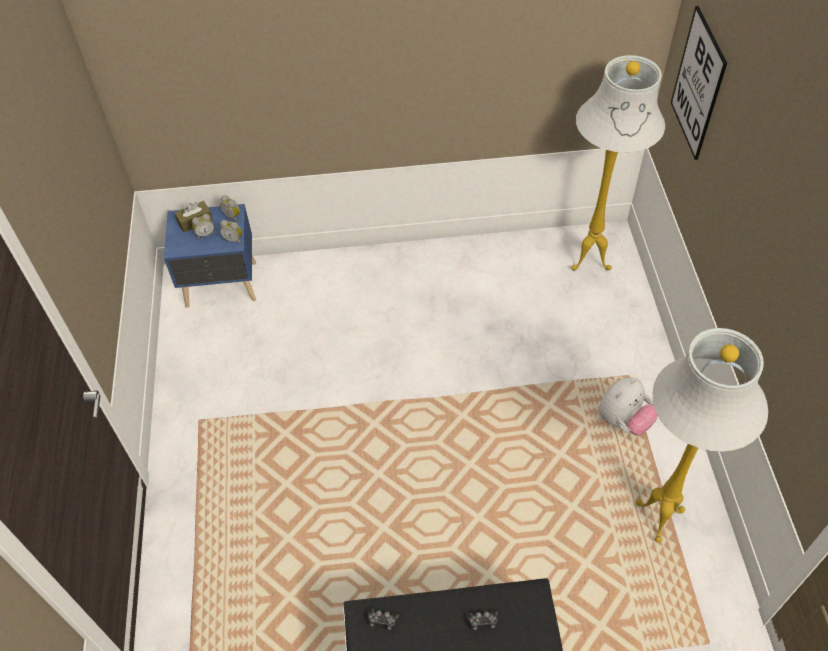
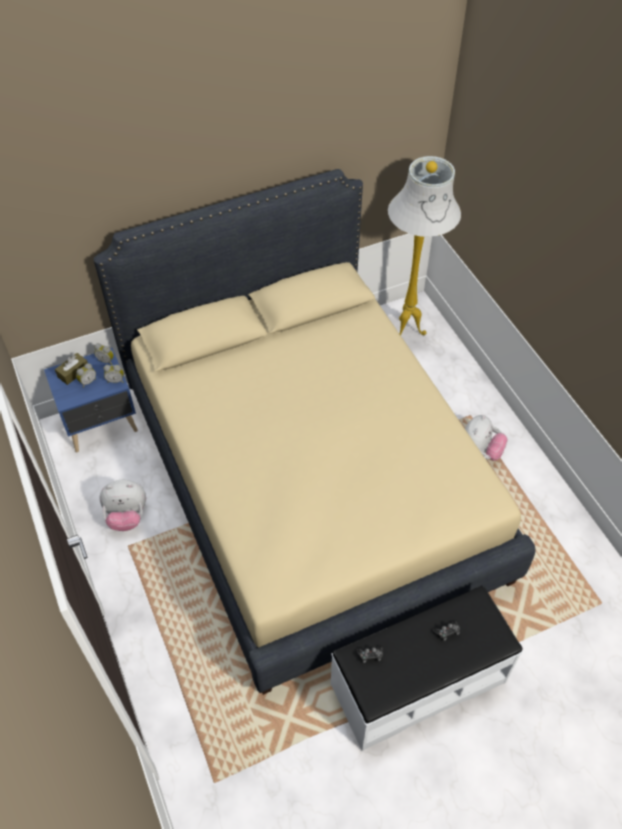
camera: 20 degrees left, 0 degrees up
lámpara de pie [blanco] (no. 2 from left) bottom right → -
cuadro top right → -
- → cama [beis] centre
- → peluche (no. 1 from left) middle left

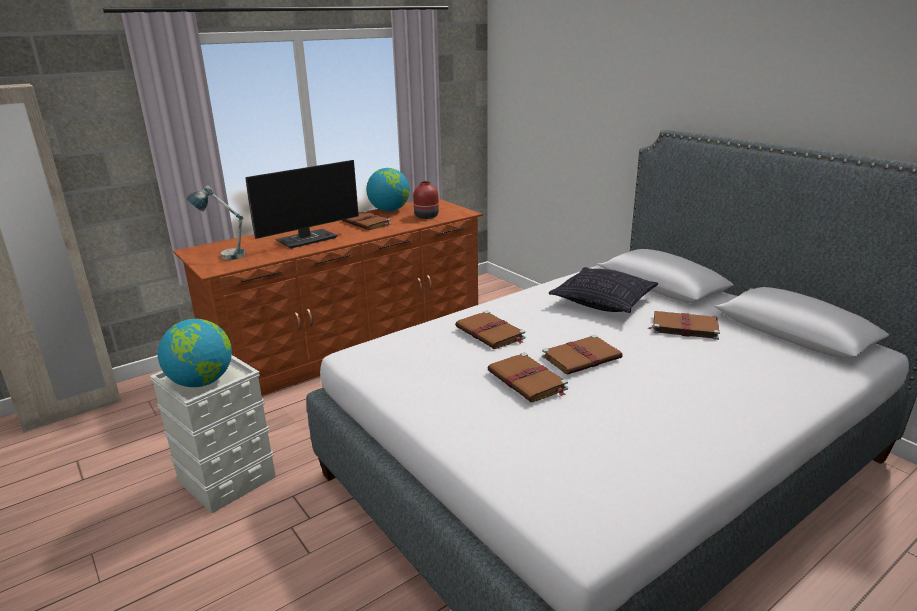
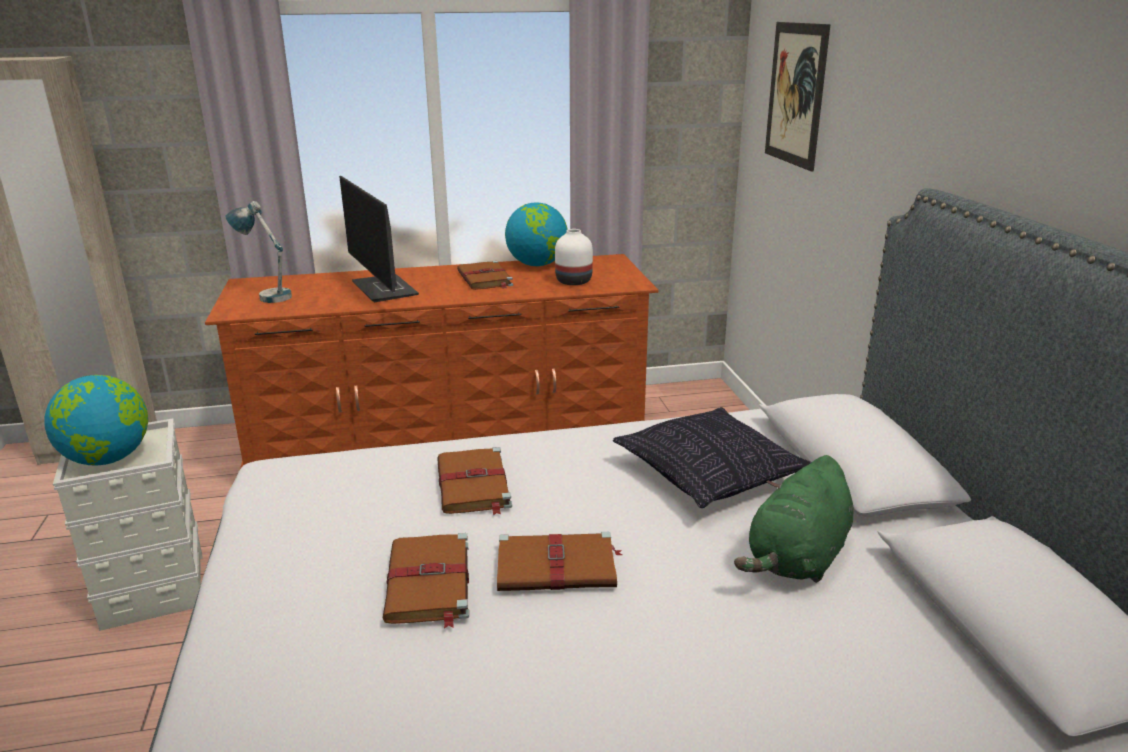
camera: 25 degrees right, 0 degrees up
monitor middle left → monitor top centre, 75 degrees clockwise
florero [rojo] top centre → florero [blanco] centre
libro [marrón] (no. 5 from left) middle right → peluche [verde] bottom right
- → cuadro top right

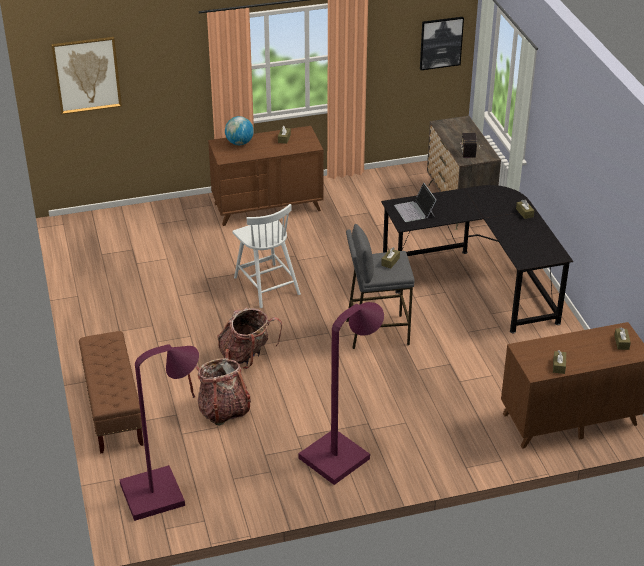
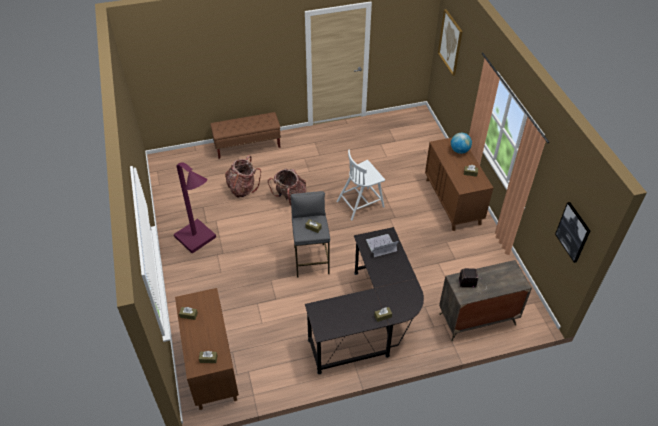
camera: 90 degrees right, 10 degrees up
lámpara de pie [morado] (no. 1 from left) bottom left → -

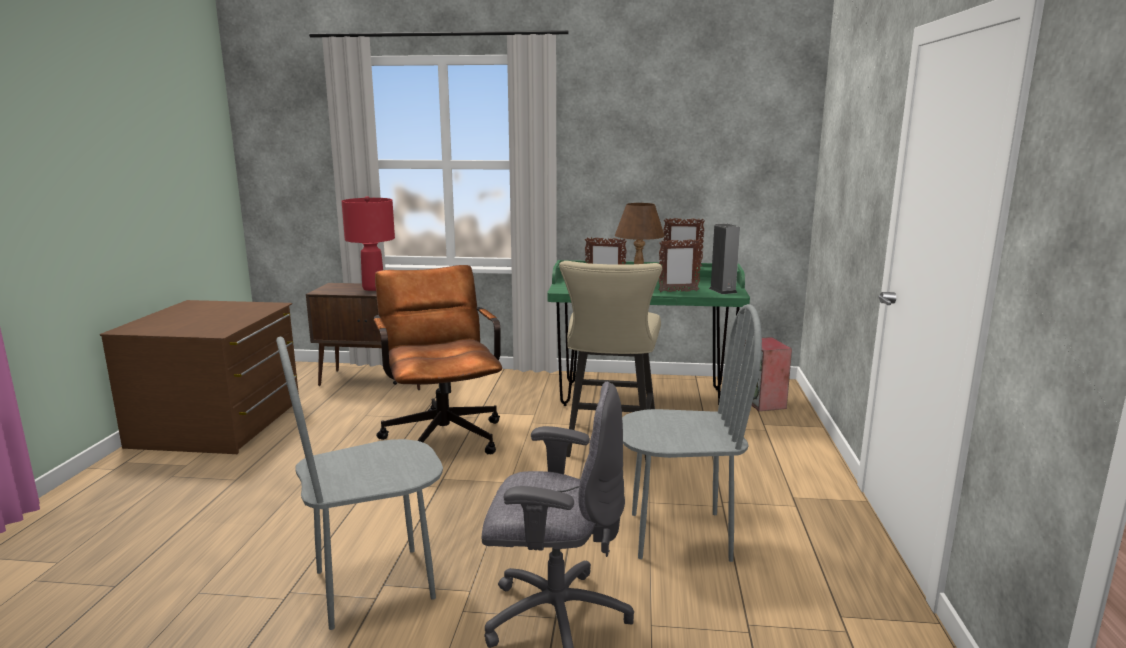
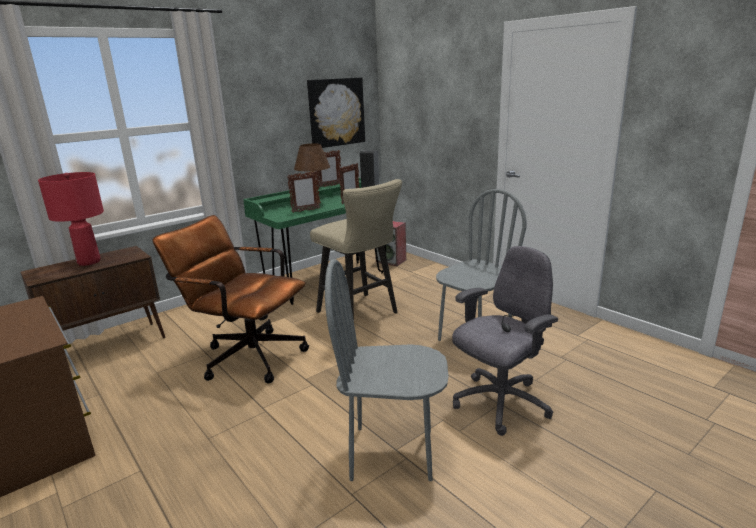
camera: 45 degrees left, 5 degrees up
silla [gris] (no. 1 from left) bottom left → silla [gris] (no. 1 from left) bottom centre, 75 degrees clockwise
- → cuadro top centre

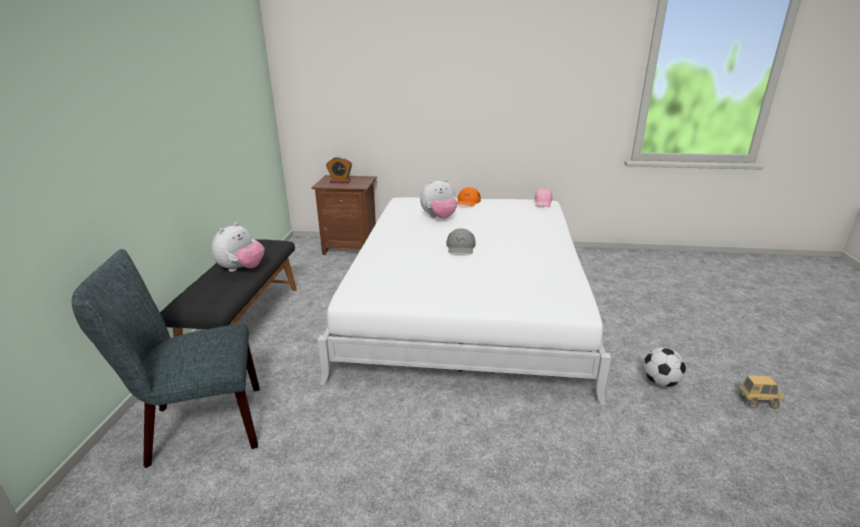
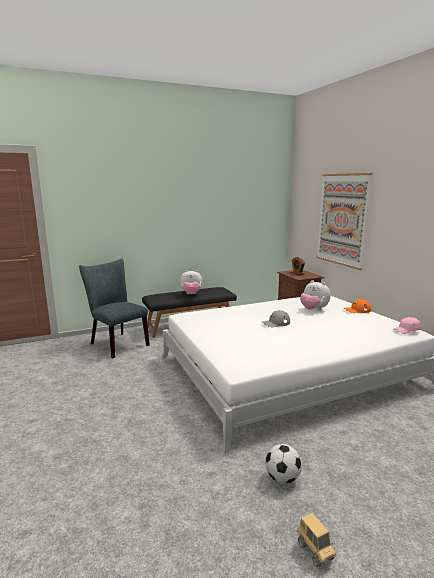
camera: 60 degrees right, 10 degrees down
- → cuadro middle right

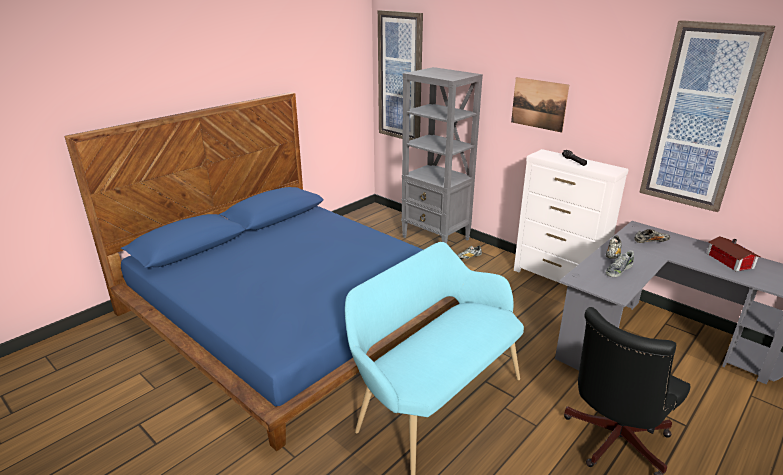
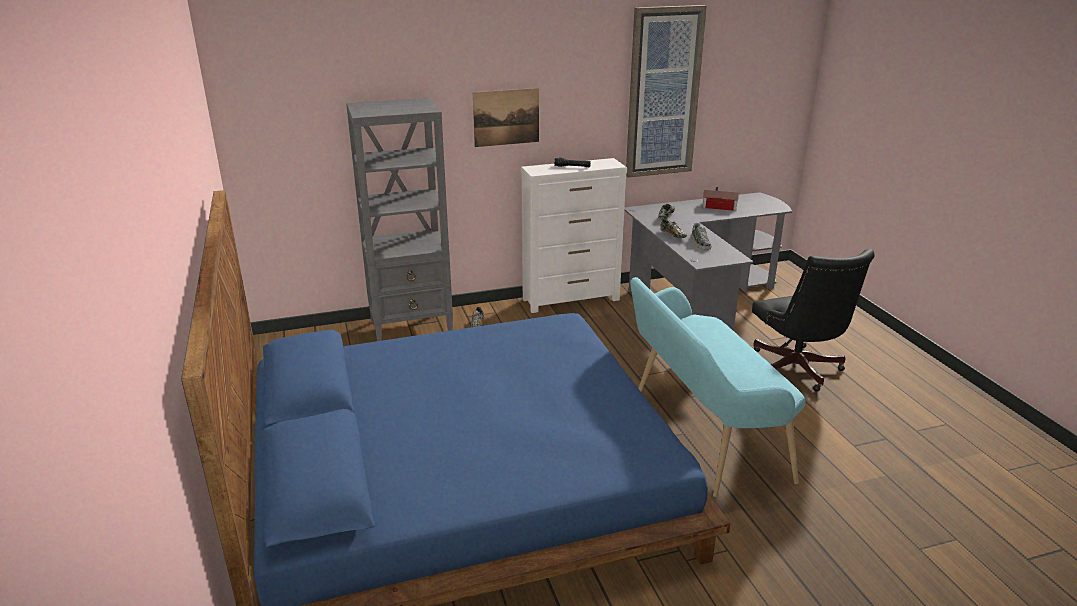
camera: 60 degrees left, 0 degrees up
cuadro (no. 1 from left) top centre → -

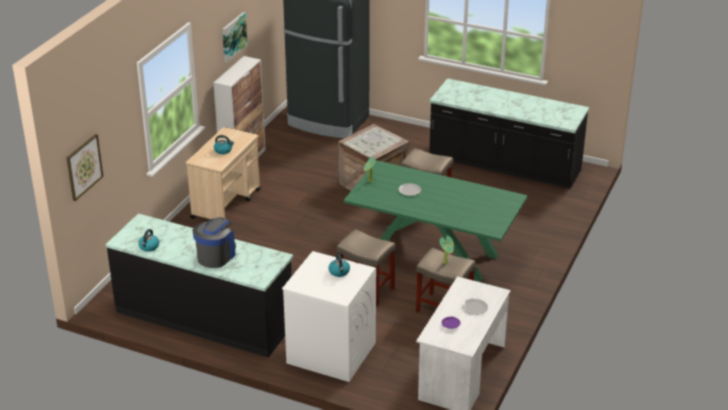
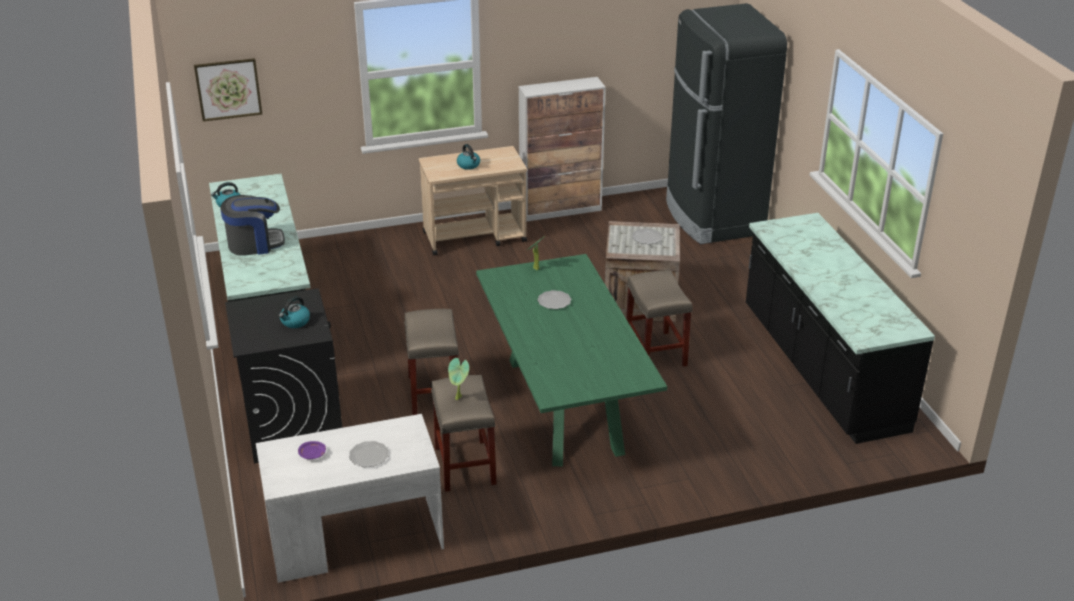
camera: 50 degrees right, 0 degrees up
cuadro (no. 2 from left) top left → -
lavadora [blanco] bottom centre → lavadora [negro] middle left

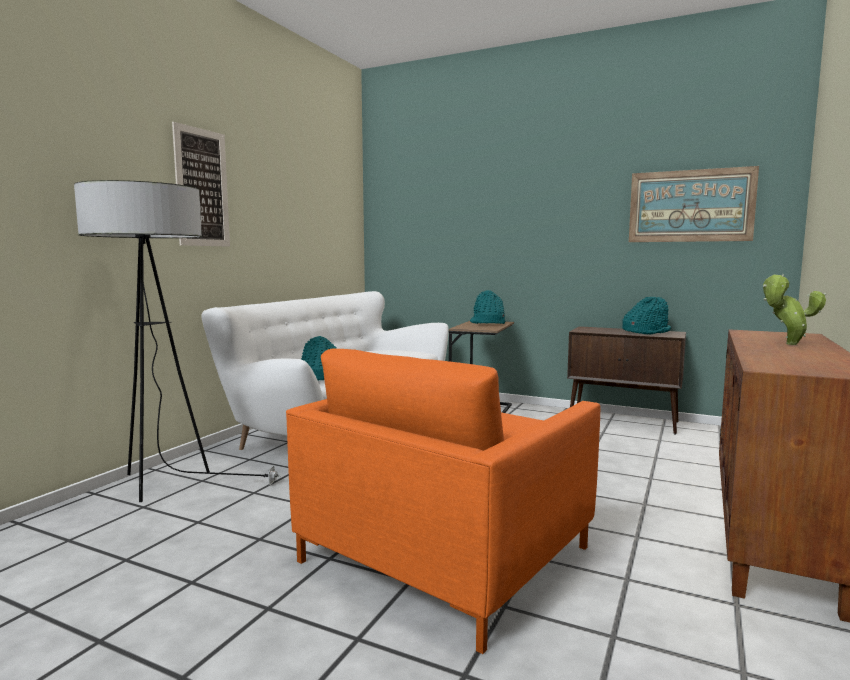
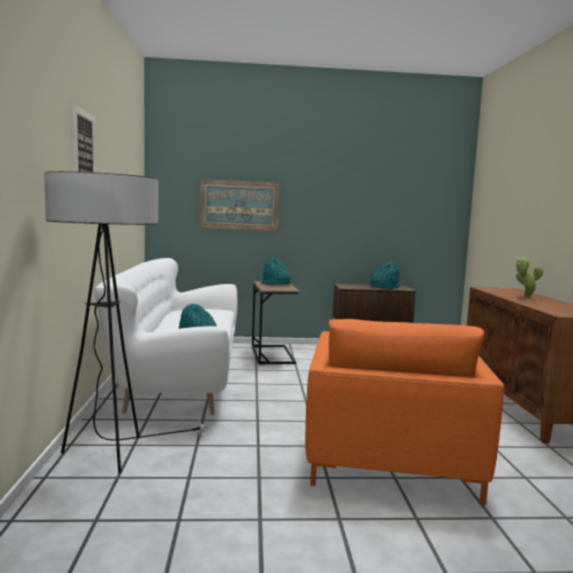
camera: 30 degrees left, 0 degrees up
cuadro (no. 2 from left) top right → cuadro (no. 2 from left) centre, shifted

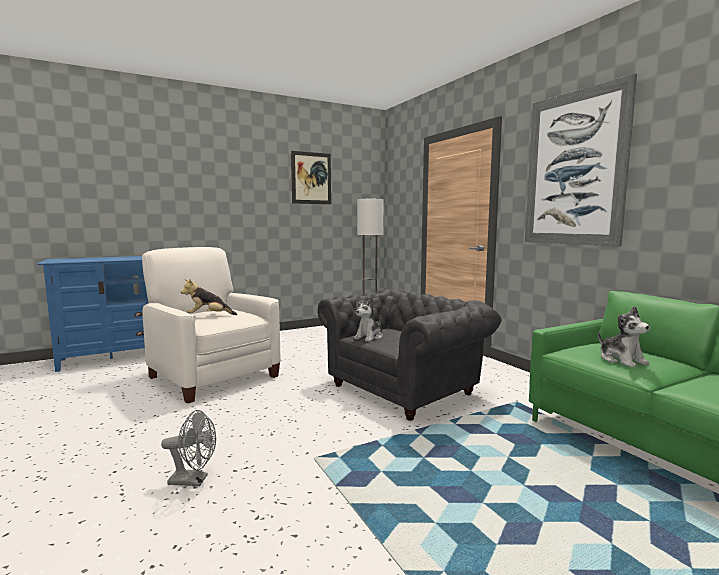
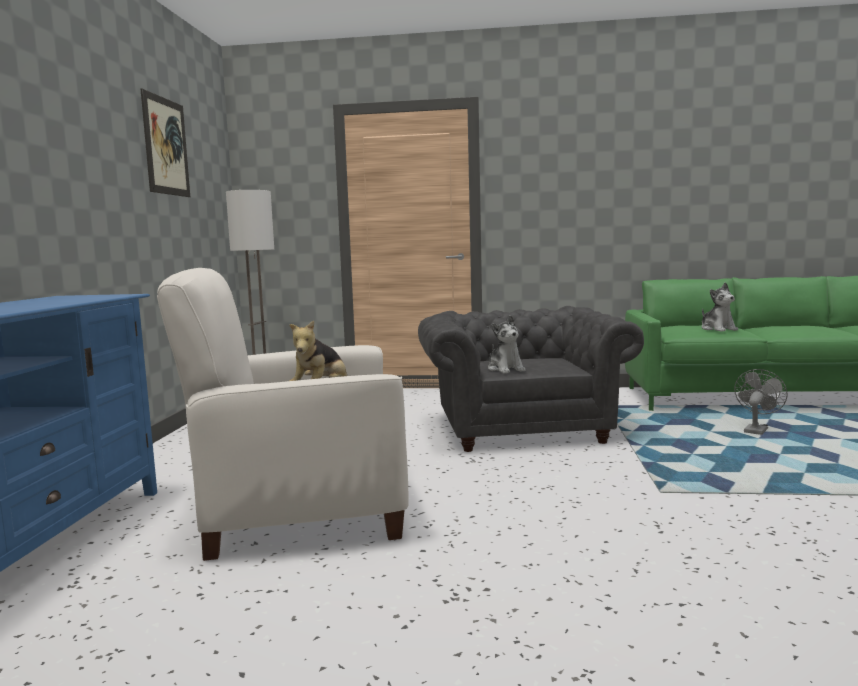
camera: 55 degrees left, 0 degrees up
ventilador [gris] bottom left → ventilador [gris] middle right, shifted
cuadro (no. 2 from left) top right → -
peluche (no. 3 from left) middle right, 60 degrees clockwise

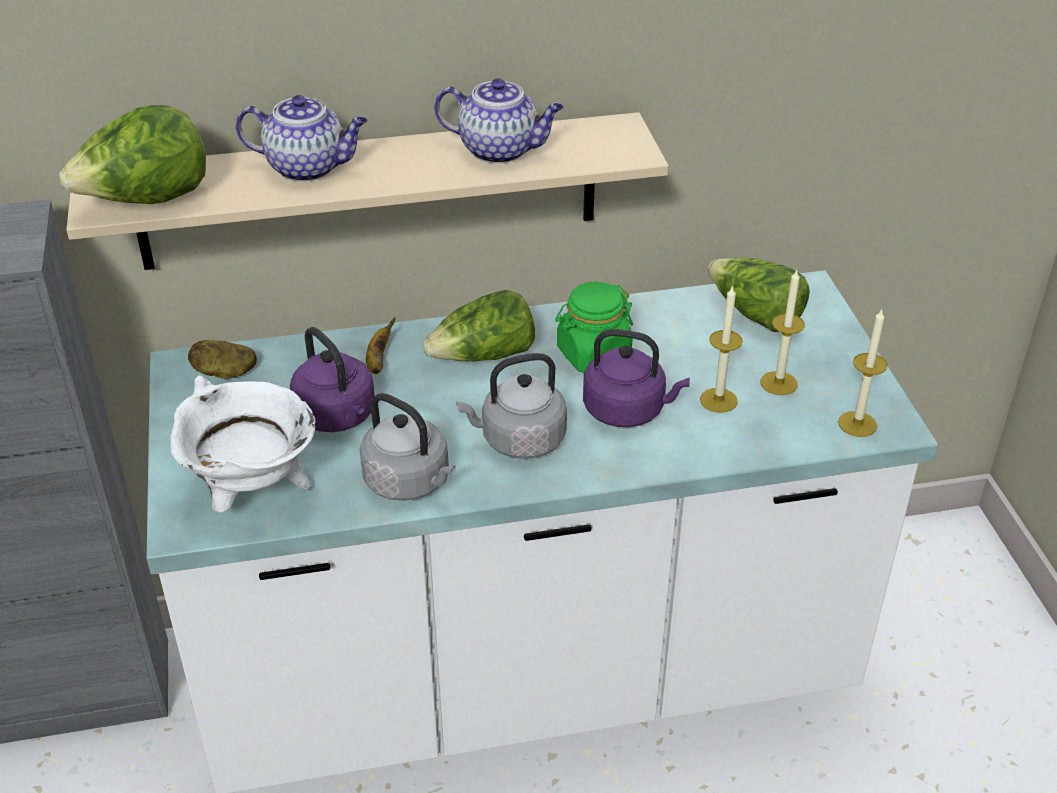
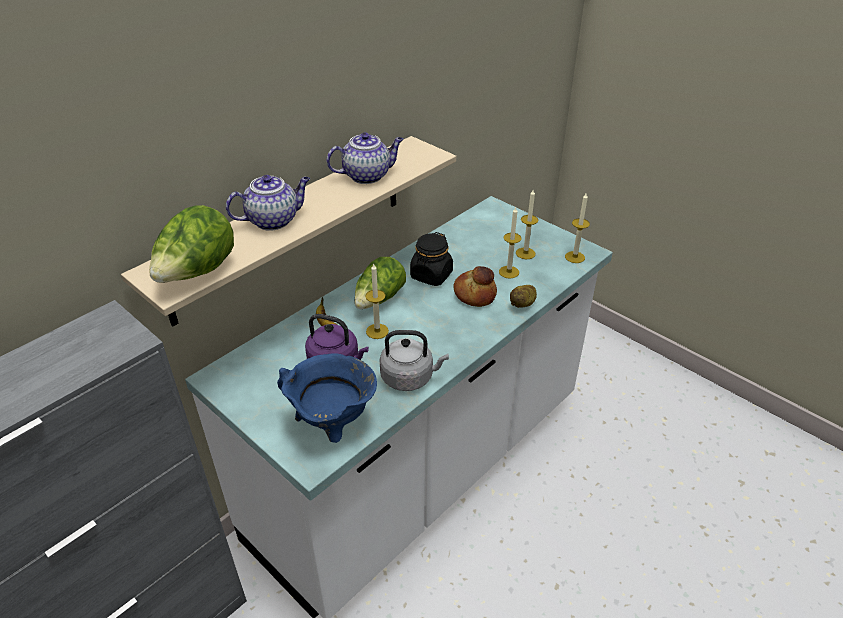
camera: 35 degrees left, 0 degrees up
olla [blanco] middle left → olla [azul] centre
patata middle left → patata centre, shifted
hervidor [gris] (no. 2 from left) centre → -
tarro [verde] centre → tarro [negro] centre
hervidor [morado] (no. 2 from left) centre → pan centre
lechuga (no. 3 from left) middle right → -
- → vela (no. 1 from left) centre

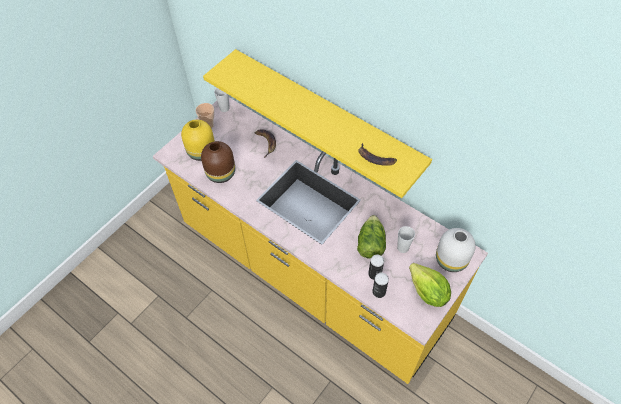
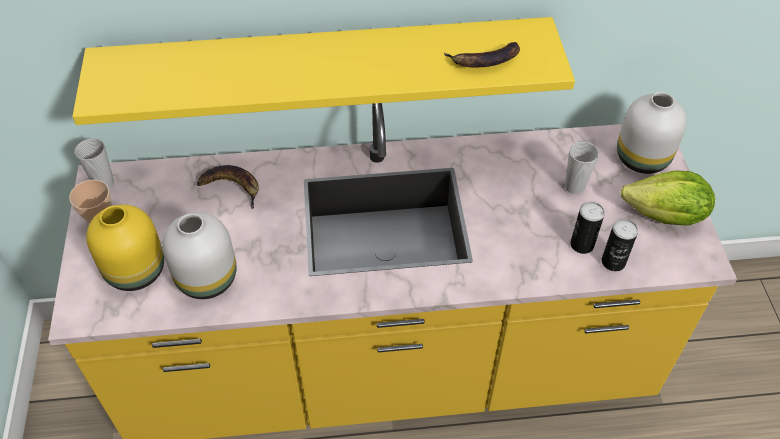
camera: 45 degrees left, 5 degrees down
florero [marrón] centre → florero [blanco] (no. 1 from left) middle left
lechuga (no. 1 from left) centre → -

